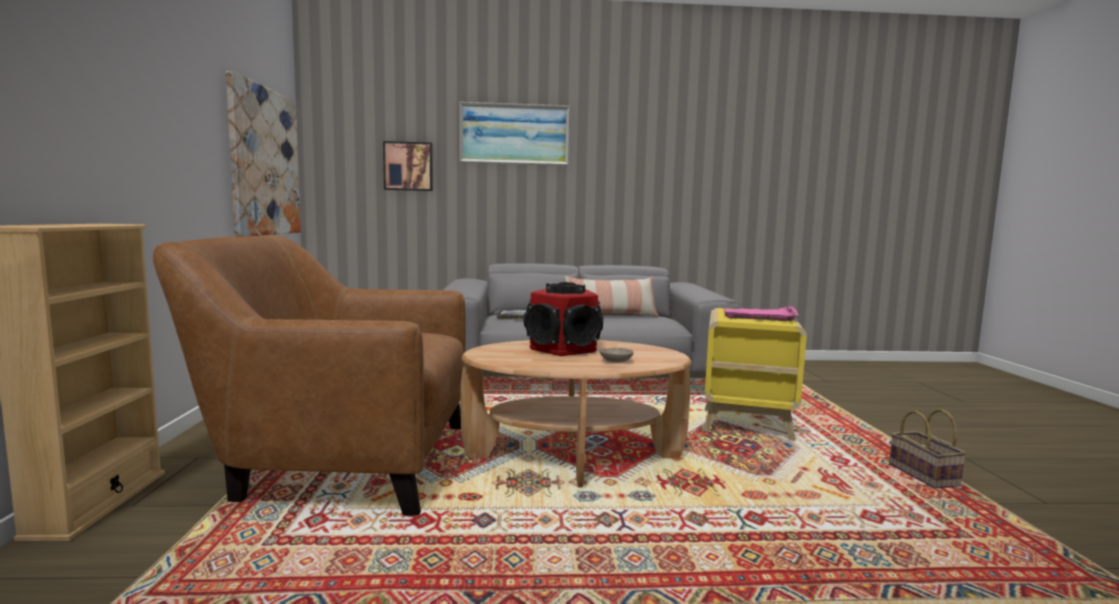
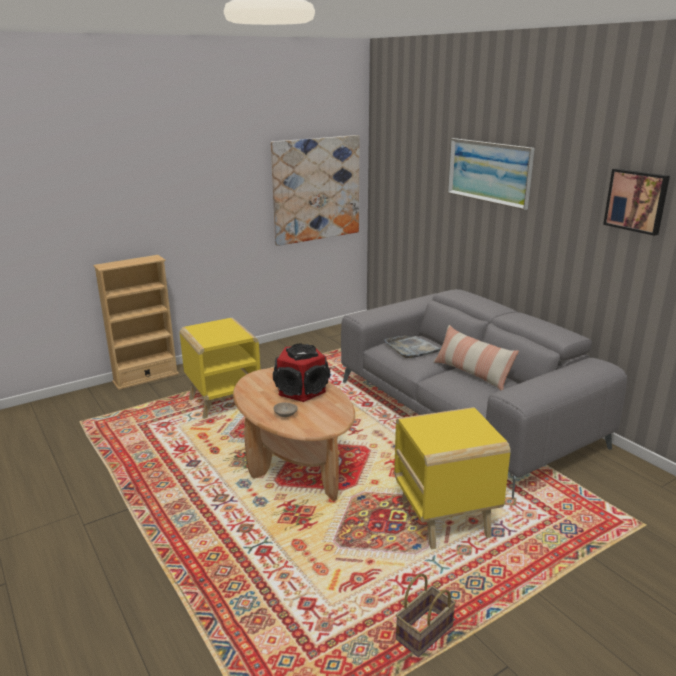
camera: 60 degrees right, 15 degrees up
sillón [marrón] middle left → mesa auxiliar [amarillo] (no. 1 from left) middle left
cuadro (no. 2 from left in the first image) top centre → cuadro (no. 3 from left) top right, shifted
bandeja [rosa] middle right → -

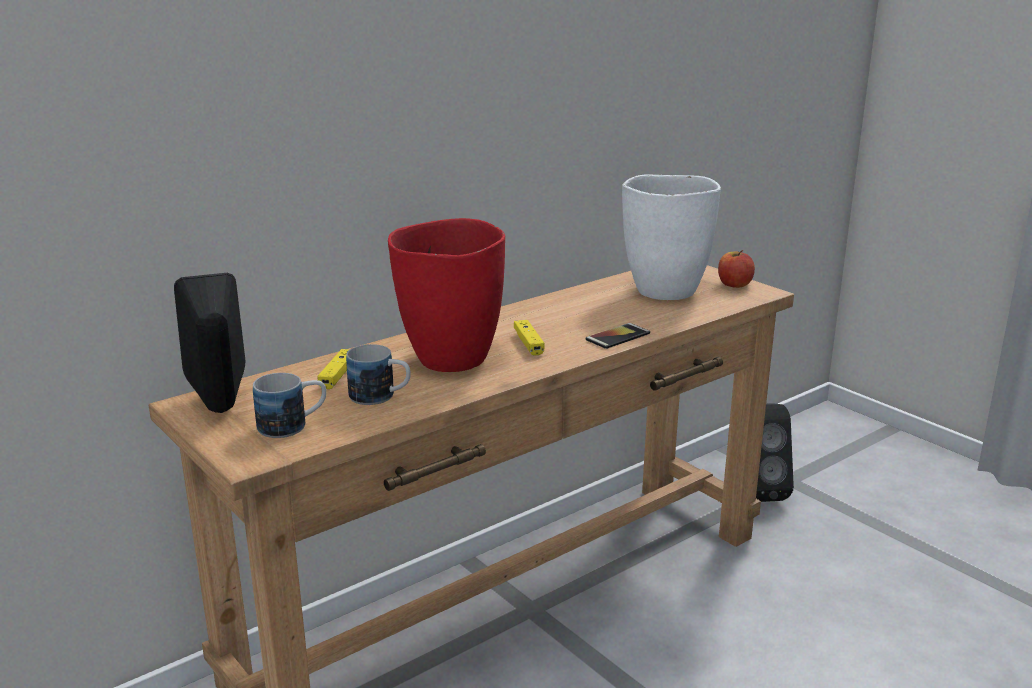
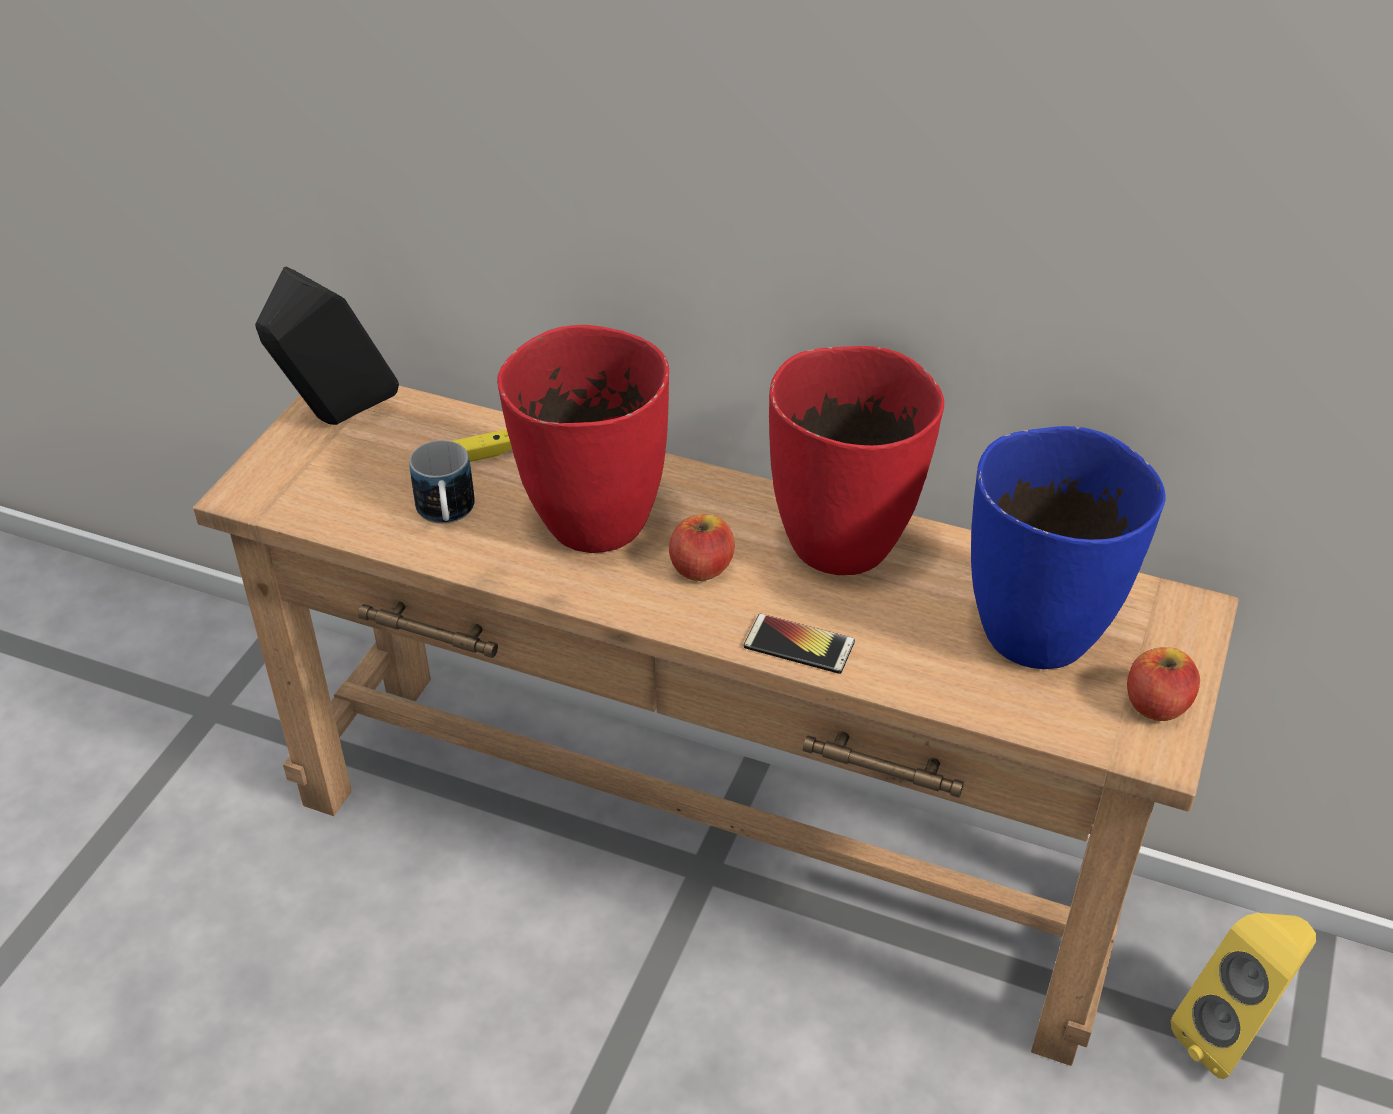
camera: 60 degrees right, 20 degrees up
taza grande (no. 1 from left) middle left → -
mando de consola [amarillo] (no. 2 from left) centre → manzana (no. 1 from left) centre
florero [blanco] centre → florero [azul] middle right
altavoz [negro] (no. 2 from left) middle right → altavoz [amarillo] bottom right
- → florero [rojo] (no. 2 from left) centre

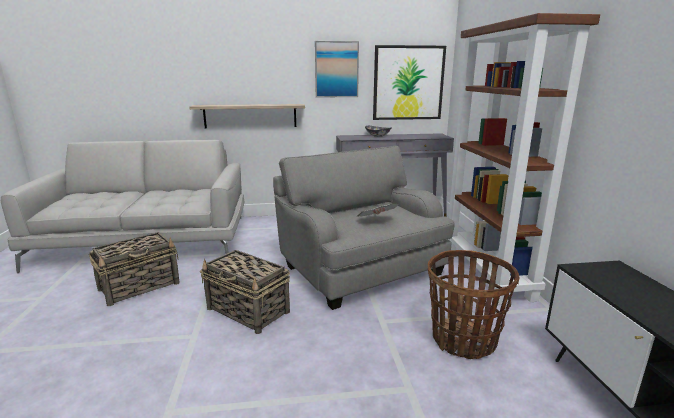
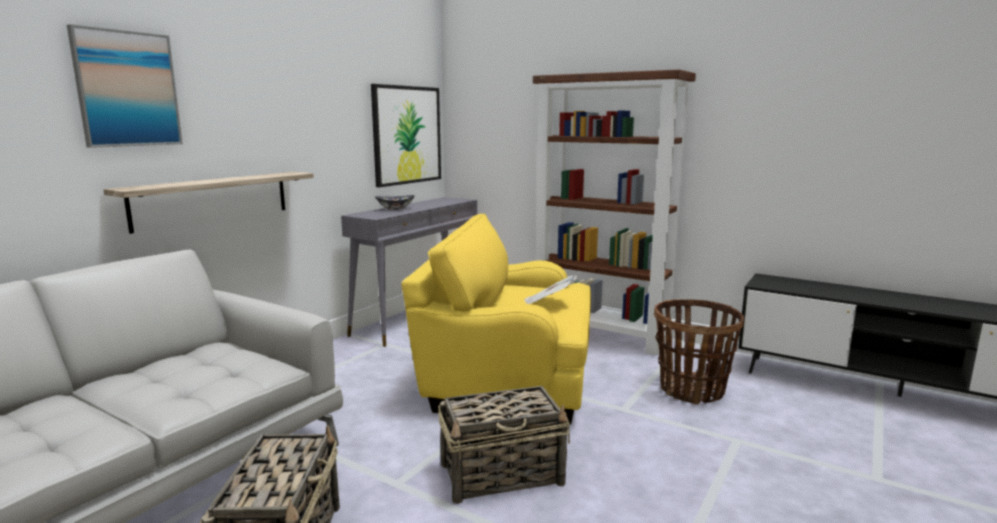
camera: 50 degrees left, 5 degrees down
sillón [gris] centre → sillón [amarillo] centre
cuadro (no. 1 from left) top centre → cuadro (no. 1 from left) top left, shifted

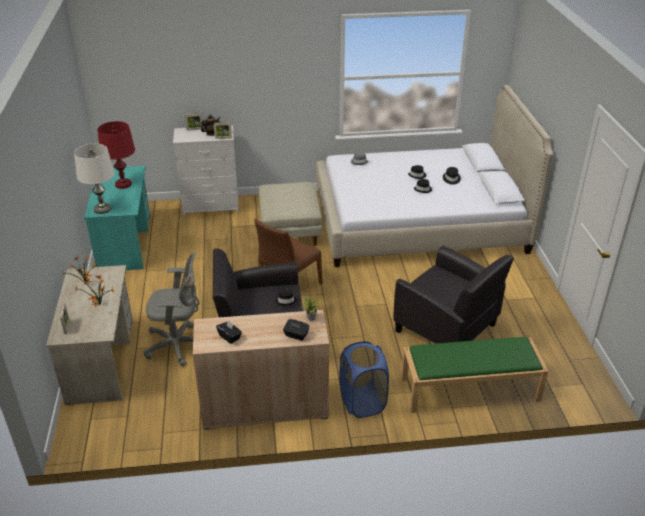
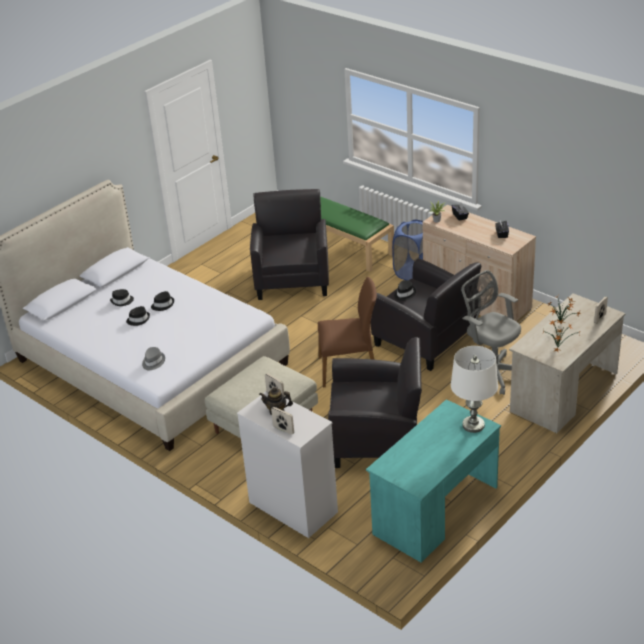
camera: 130 degrees left, 0 degrees up
lámpara de mesa [rojo] top left → -
- → sillón [negro] (no. 2 from left) centre

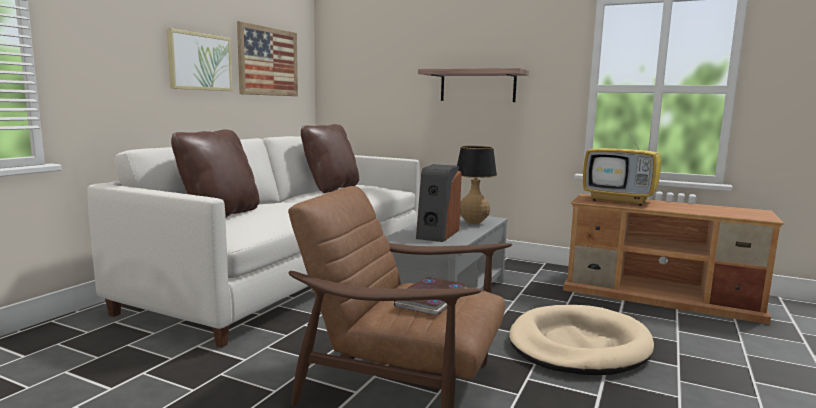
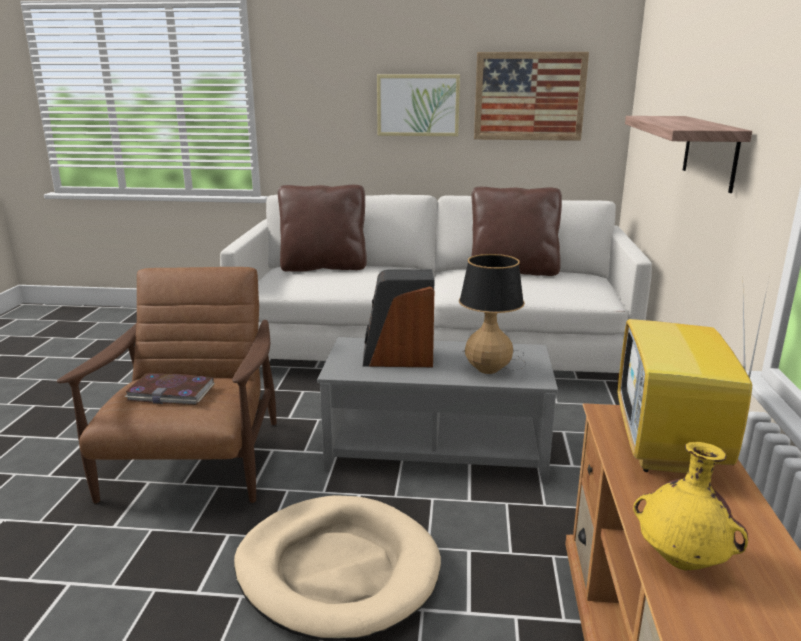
camera: 70 degrees right, 10 degrees up
- → florero [amarillo] bottom right

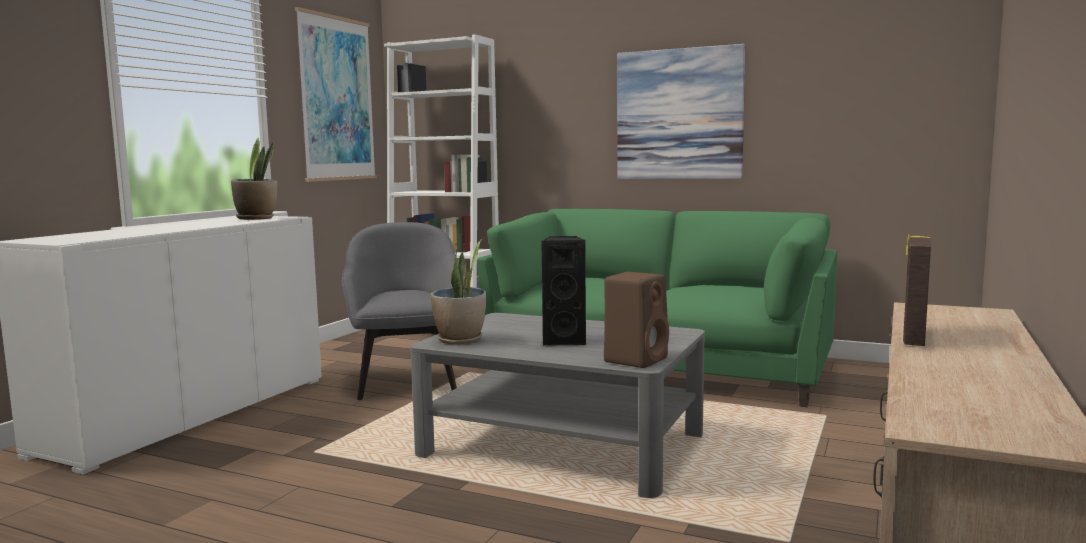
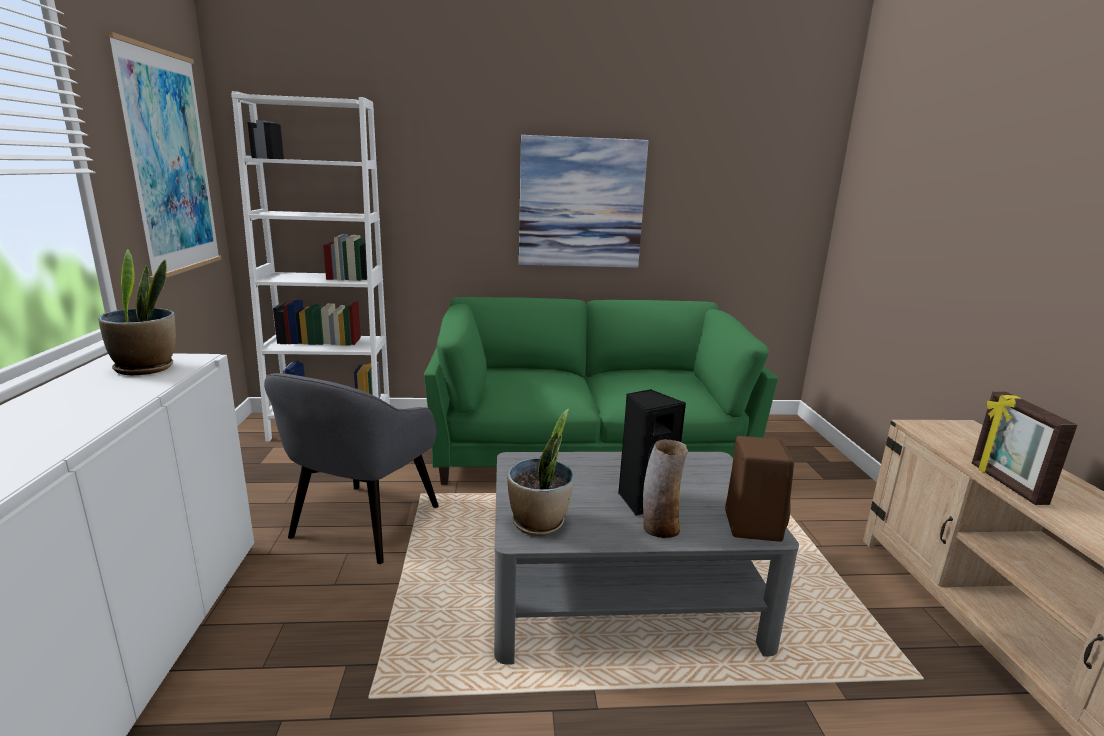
camera: 30 degrees left, 10 degrees up
sillón [gris] centre → sillón [gris] middle left, 120 degrees counterclockwise
- → florero centre

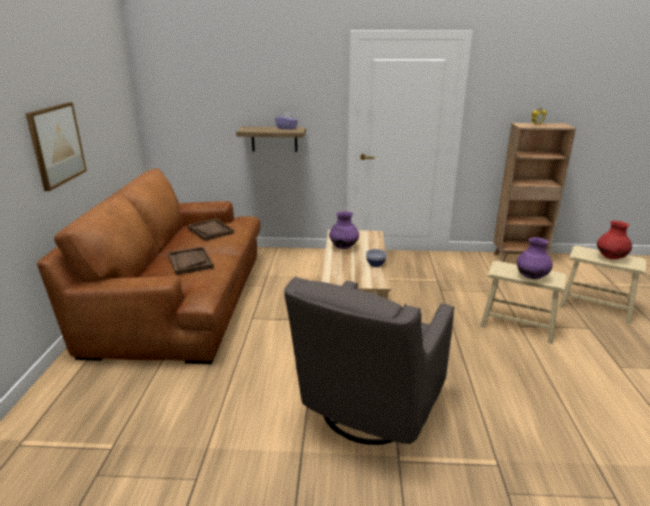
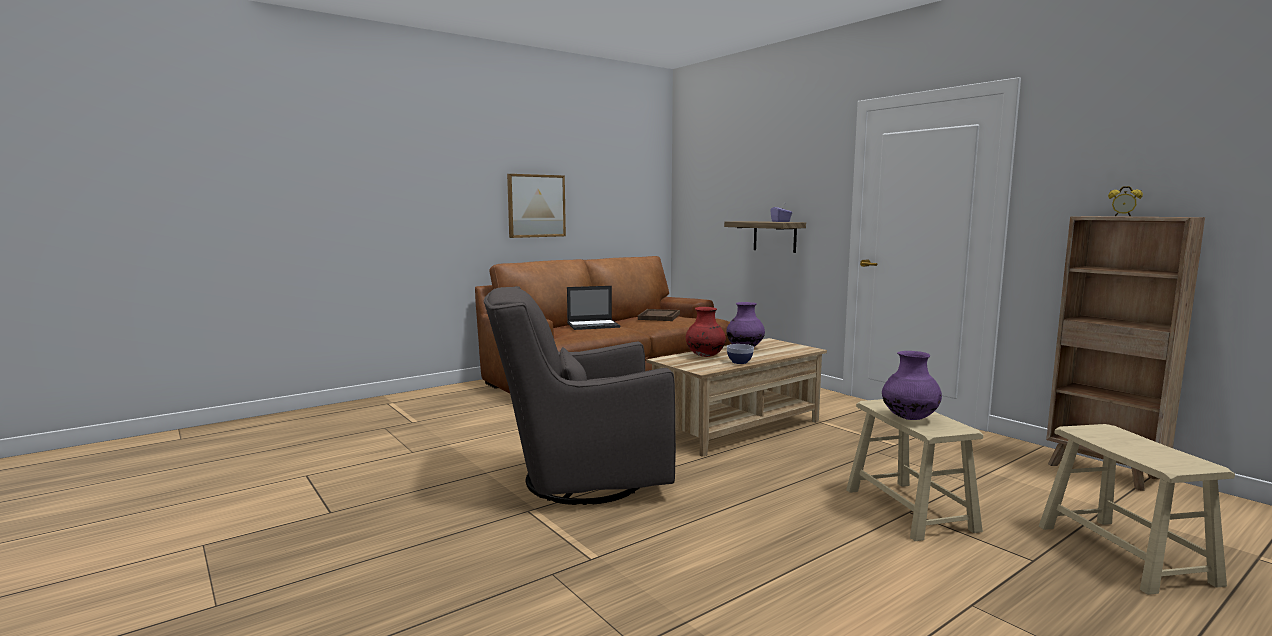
camera: 50 degrees right, 15 degrees down
bandeja [marrón] (no. 1 from left) middle left → portátil centre
florero [rojo] middle right → florero [rojo] centre, shifted

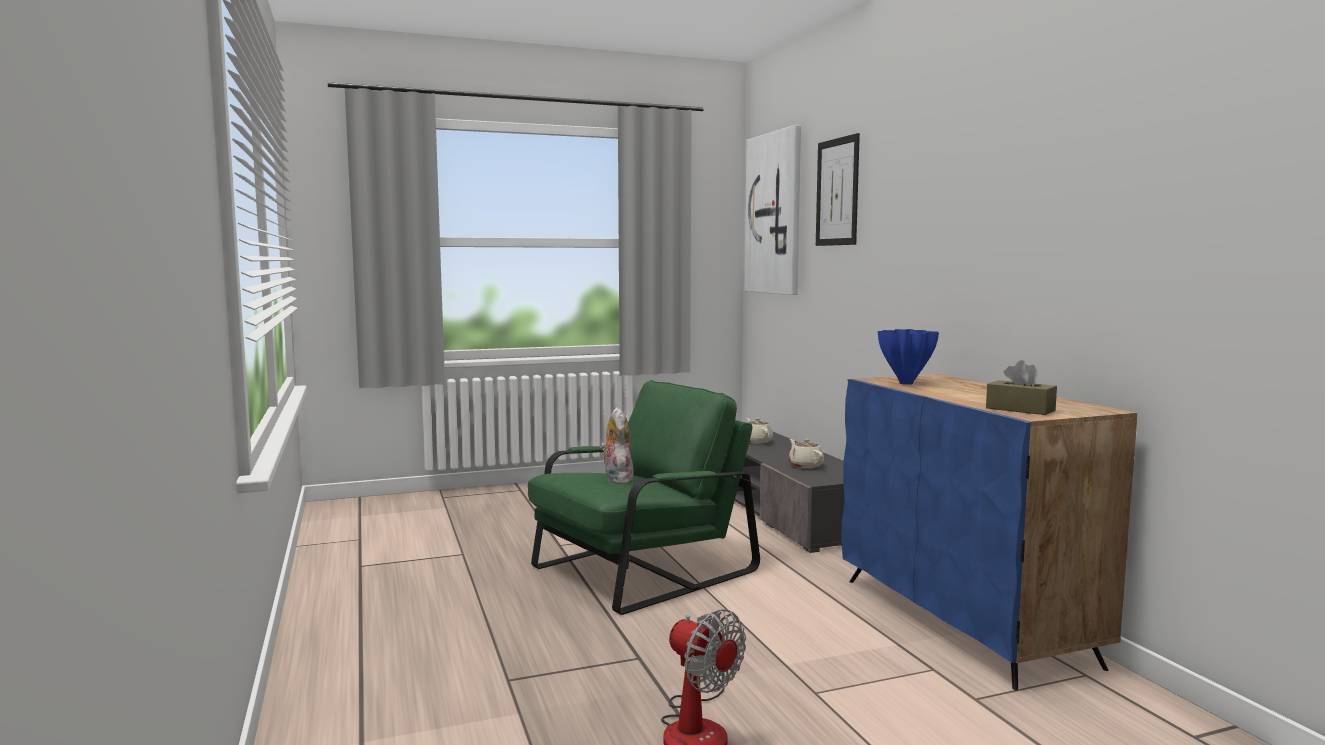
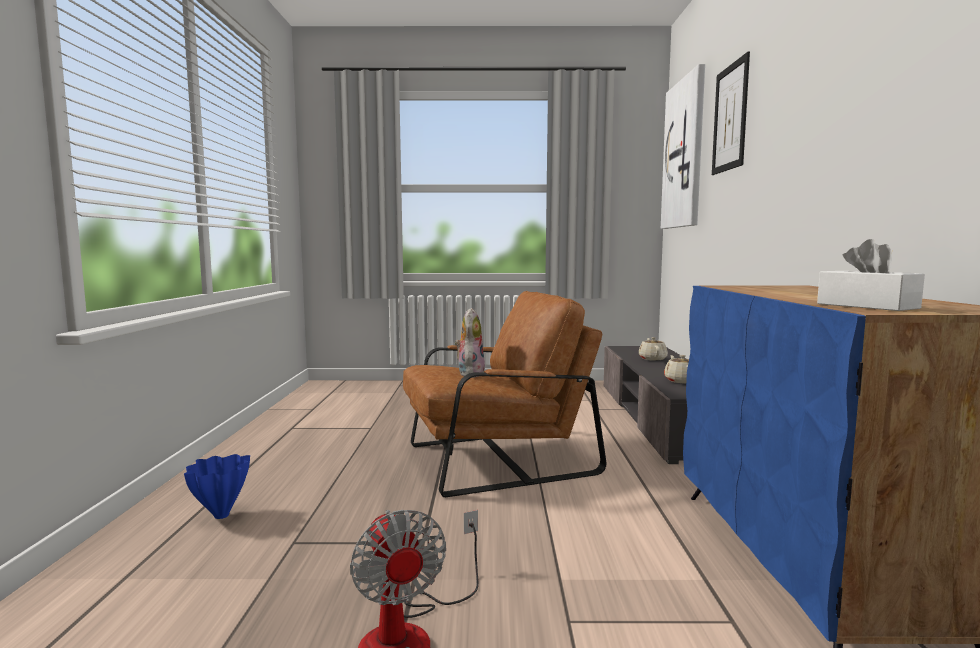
camera: 20 degrees right, 0 degrees up
sillón [verde] bottom centre → sillón [marrón] centre
florero [azul] middle right → florero [azul] bottom left, shifted
caja de pañuelos [marrón] middle right → caja de pañuelos [blanco] middle right

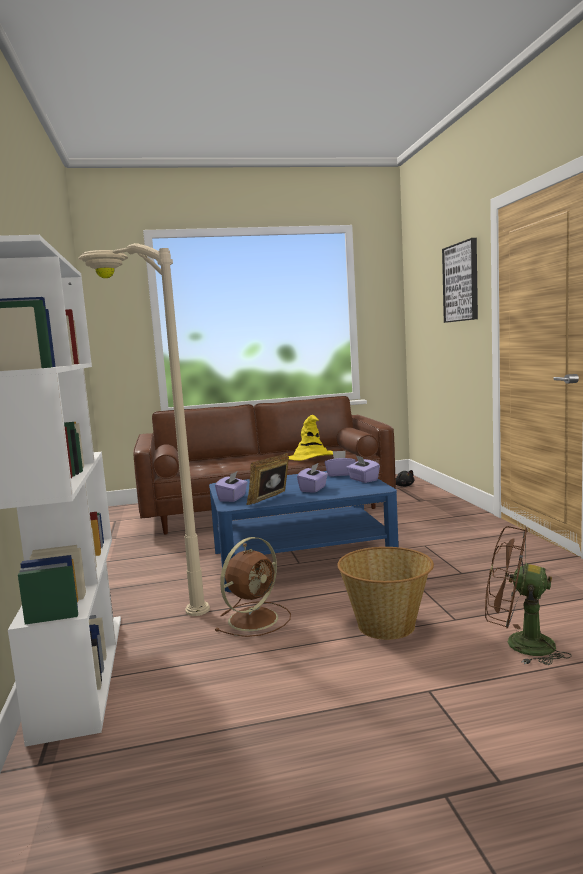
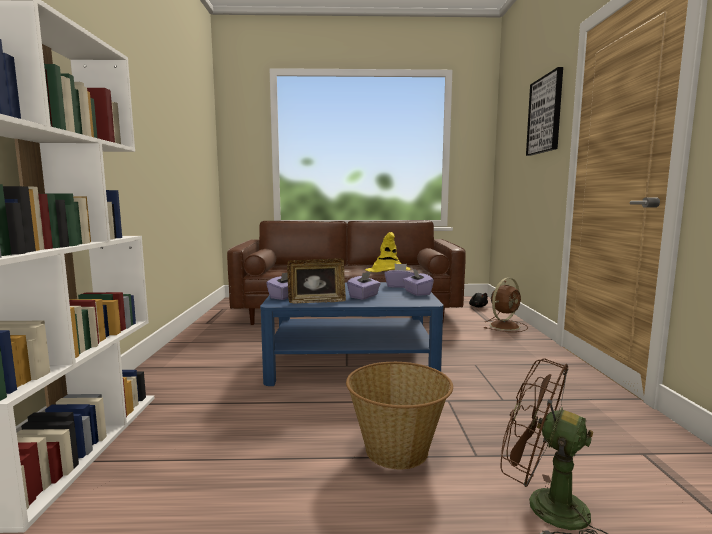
camera: 10 degrees right, 0 degrees up
lámpara de pie [beis] middle left → -
ventilador [marrón] (no. 1 from left) bottom centre → ventilador [marrón] (no. 1 from left) middle right, shifted
portarretratos centre, 150 degrees counterclockwise

